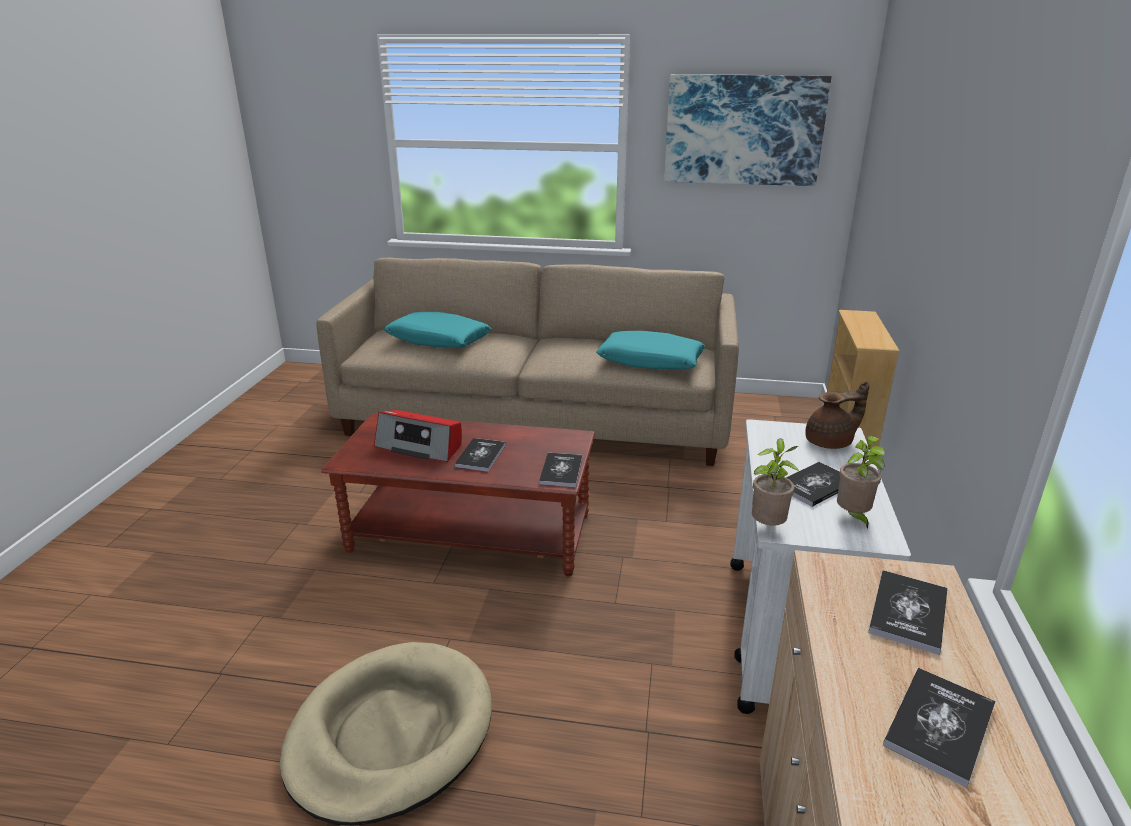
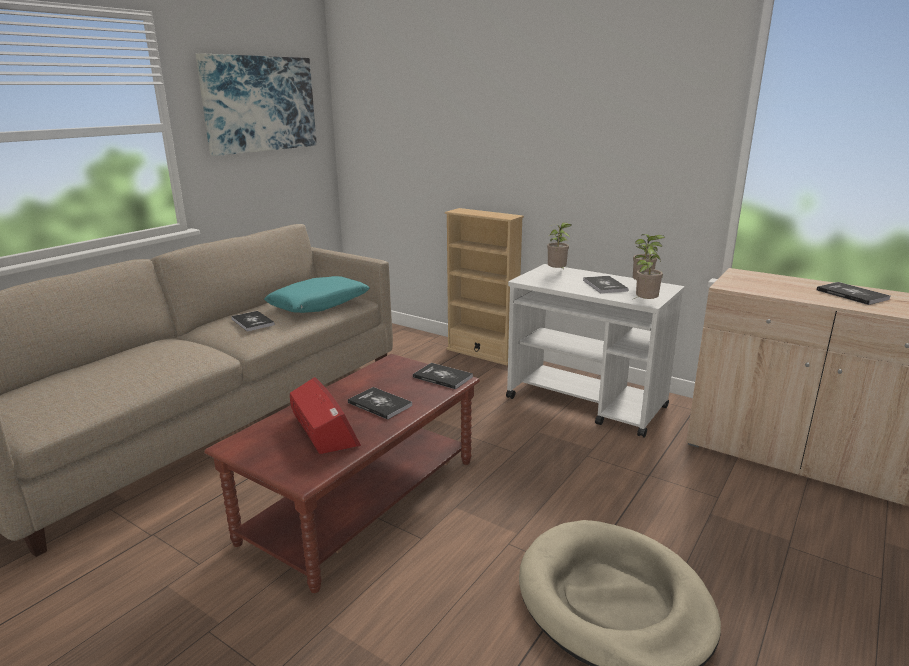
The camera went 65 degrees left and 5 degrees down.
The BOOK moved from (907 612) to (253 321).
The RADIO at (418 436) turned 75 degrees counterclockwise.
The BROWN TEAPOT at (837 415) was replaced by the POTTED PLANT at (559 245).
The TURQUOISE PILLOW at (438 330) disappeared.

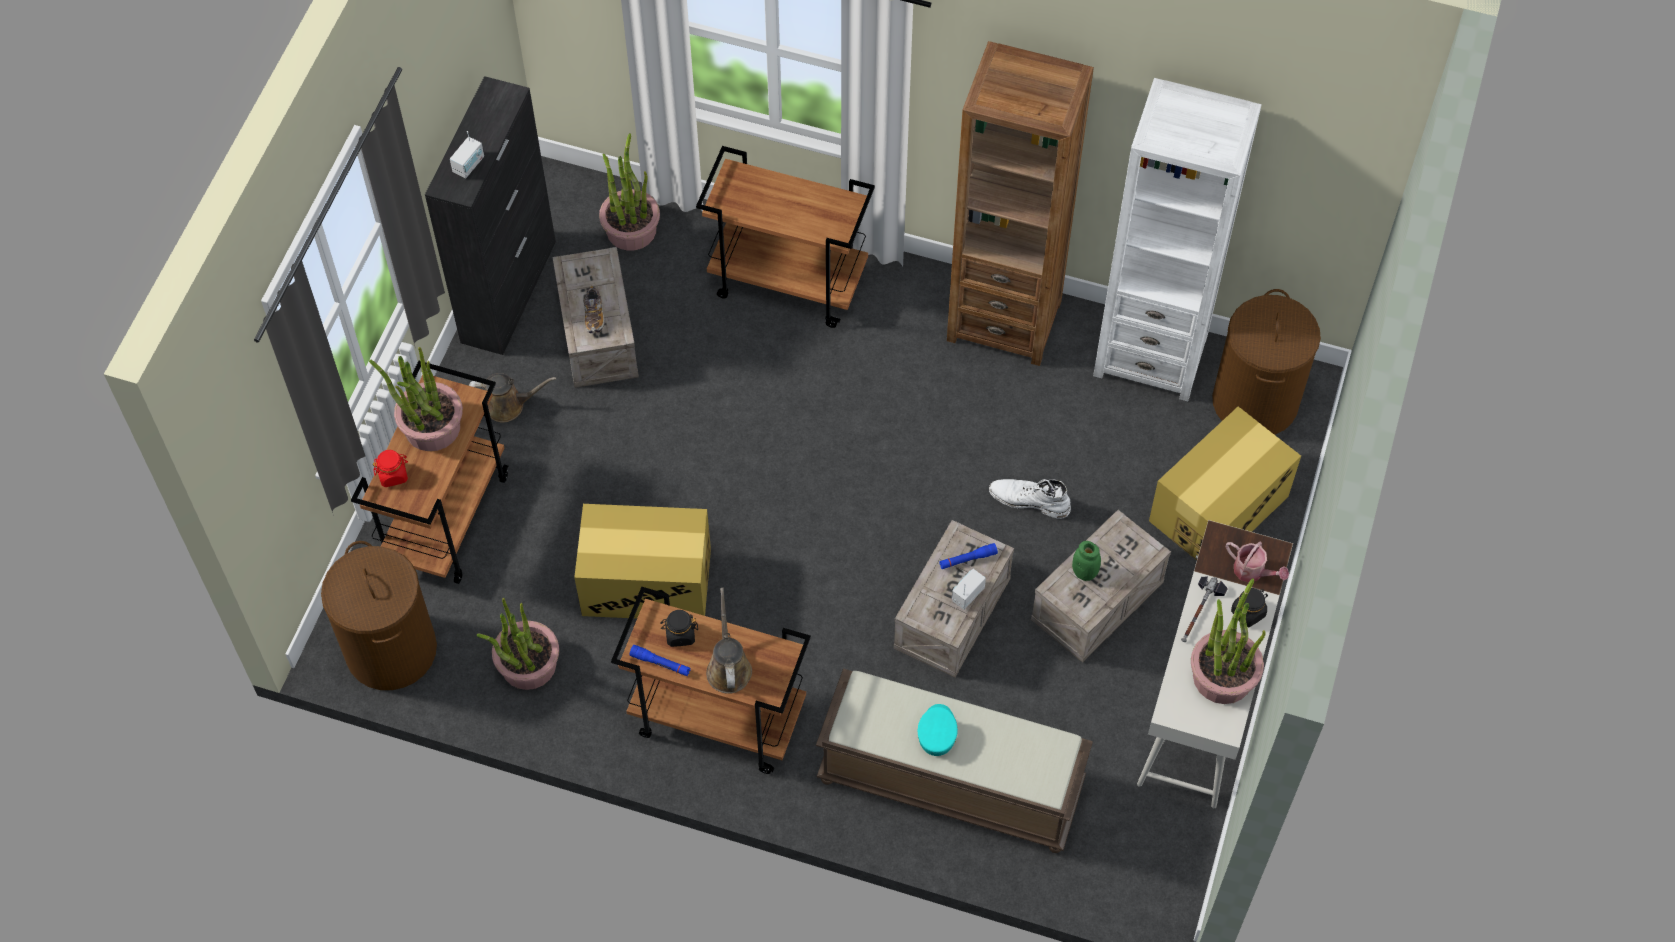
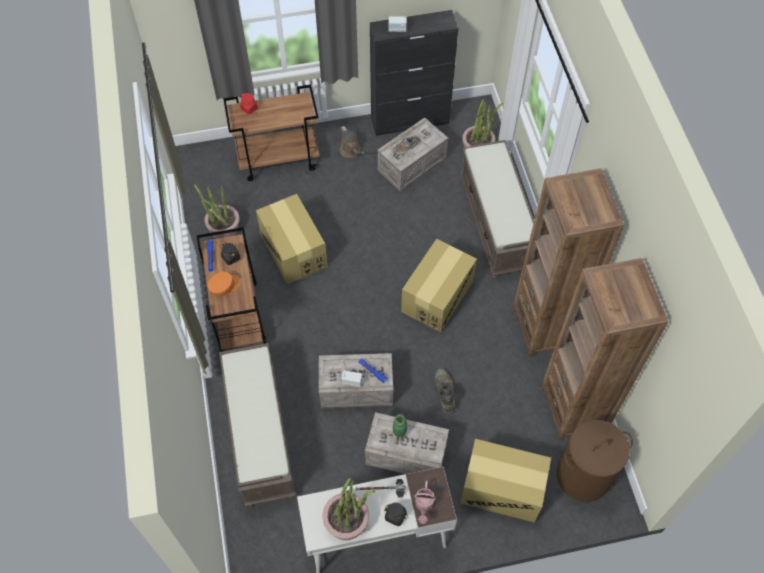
The camera went 60 degrees right and 0 degrees up.
The BROWN WATERING CAN at (729 641) was replaced by the ORANGE CAP at (224 284).
The CARDBOARD BOX at (439 286) appeared.
The WHITE BOOT at (1030 499) became the GREEN BOOT at (445 391).
The BROWN CART at (785 237) was replaced by the BROWN BENCH at (497 209).
The WHITE BOOKCASE at (1177 239) became the BROWN BOOKCASE at (604 349).
The BROWN LAUNDRY BASKET at (379 615) disappeared.
The POTTED PLANT at (416 399) disappeared.
The TURQUOISE CAP at (938 730) disappeared.

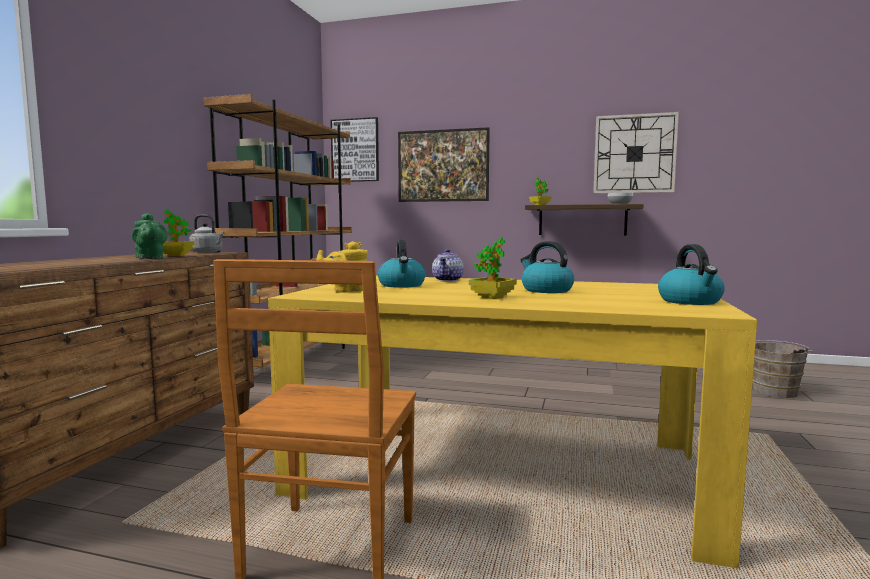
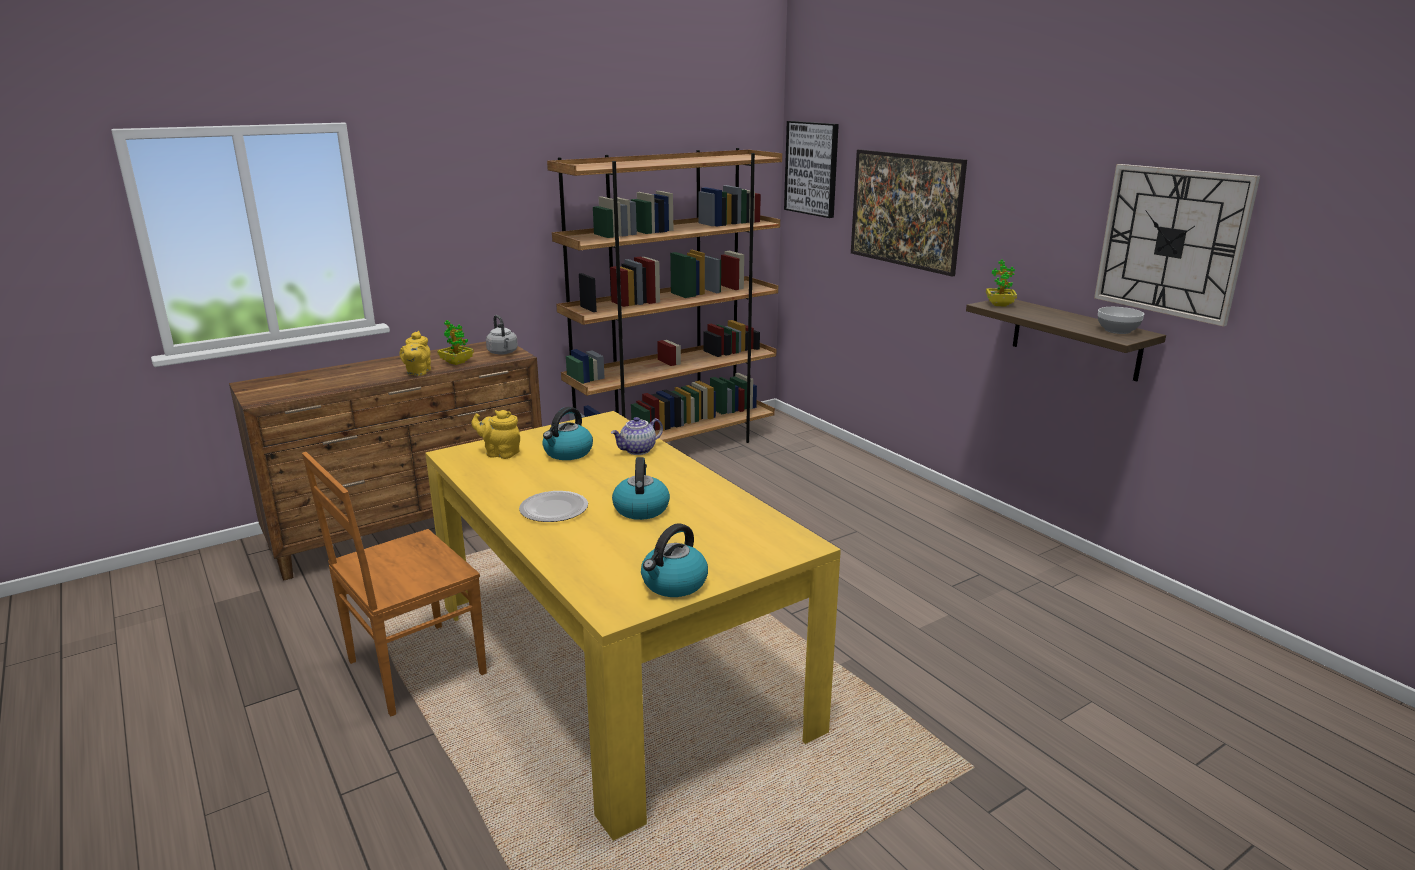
The camera went 40 degrees right and 15 degrees up.
The GREEN TEAPOT at (150 236) became the YELLOW TEAPOT at (415 353).
The POTTED PLANT at (493 268) was replaced by the PLATE at (553 506).
The BROWN BUCKET at (782 369) disappeared.

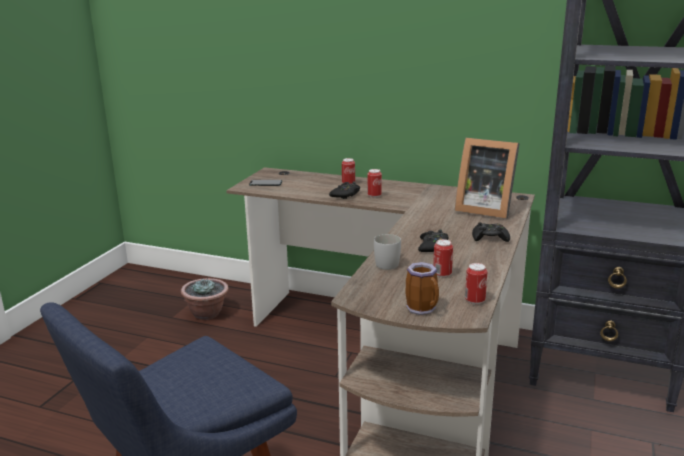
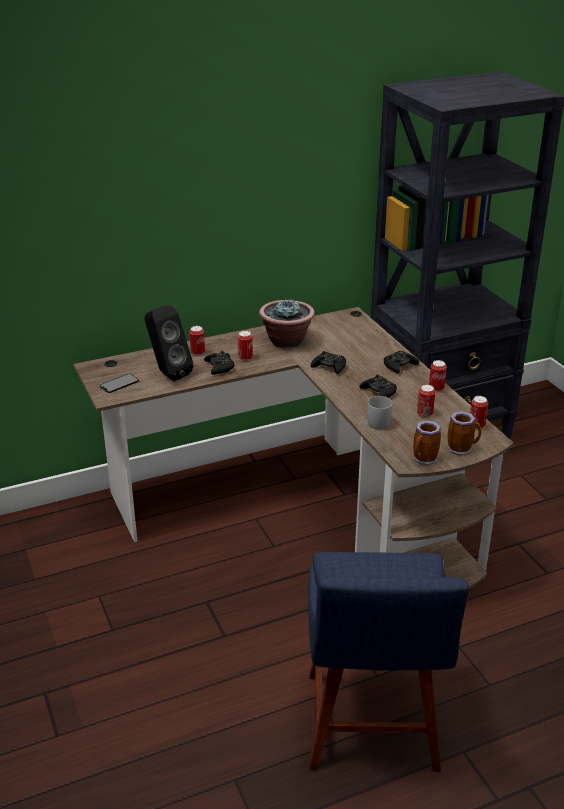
The camera went 45 degrees left and 10 degrees up.
The BLACK SPEAKER at (168 343) appeared.
The POTTED PLANT moved from (205 299) to (287 323).
The BLACK GAME CONTROLLER at (328 362) appeared.
The MUG at (427 442) appeared.
The CAN at (438 376) appeared.
The PICTURE FRAME at (487 178) disappeared.

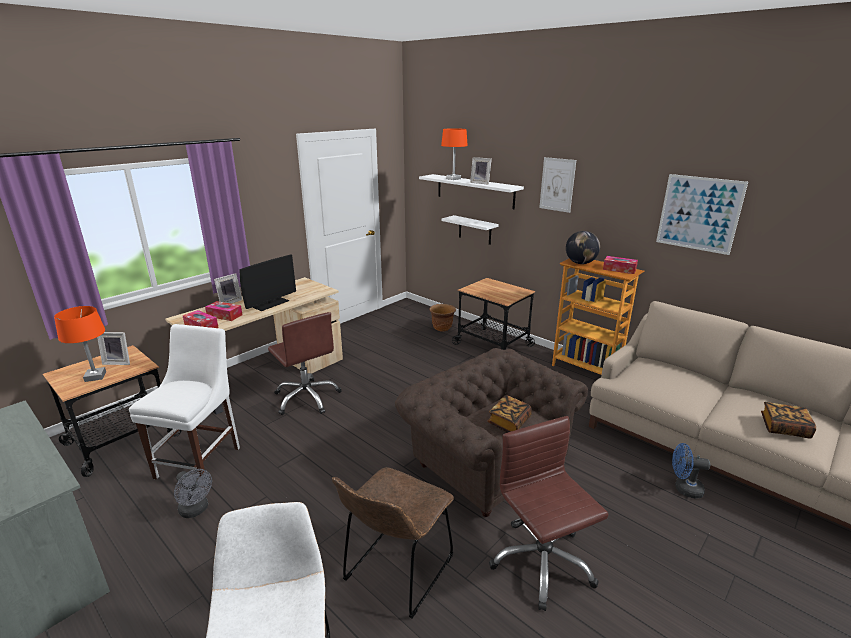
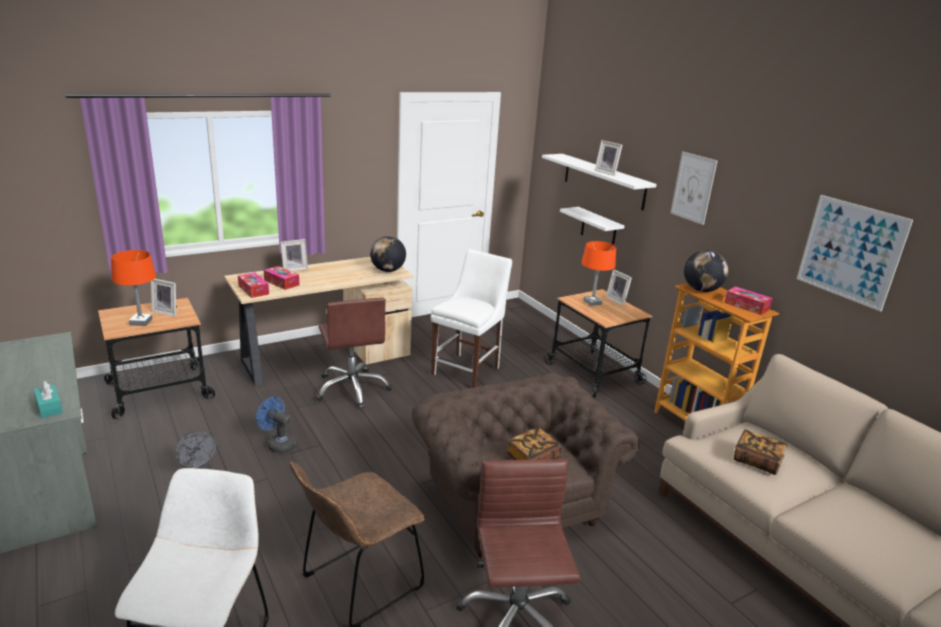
The camera went 15 degrees right and 0 degrees up.
The TURQUOISE TISSUE BOX at (48 399) appeared.
The BLUE FAN moved from (691 470) to (276 425).
The GLOBE at (388 254) appeared.
The WHITE CHAIR moved from (184 401) to (471 318).
The ORANGE TABLE LAMP moved from (454 154) to (599 273).
The PICTURE FRAME at (619 287) appeared.
The BOOK moved from (788 420) to (760 452).
The MONITOR at (267 283) disappeared.
The BROWN PLANTER at (443 318) disappeared.

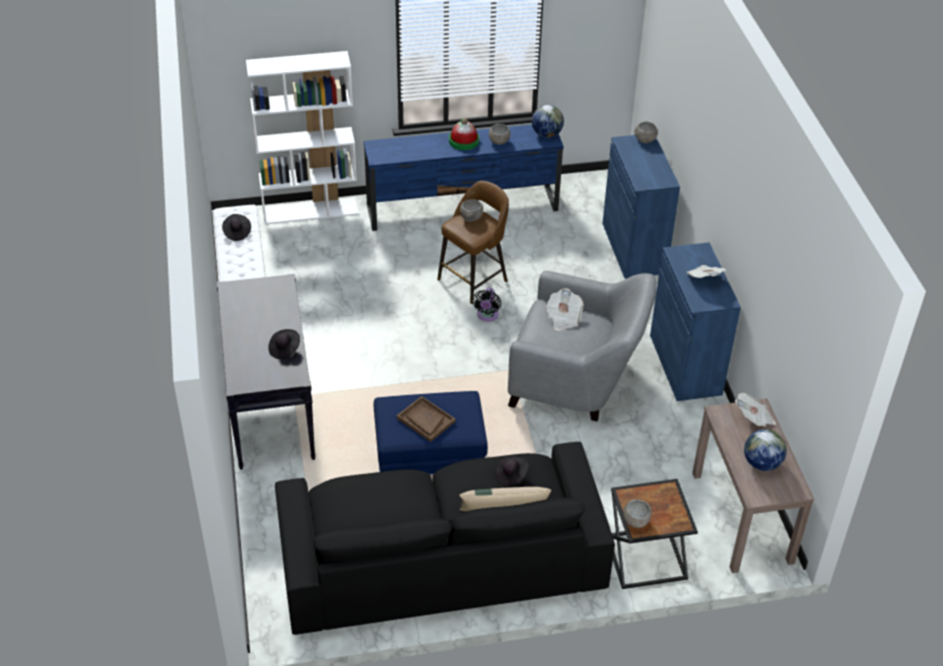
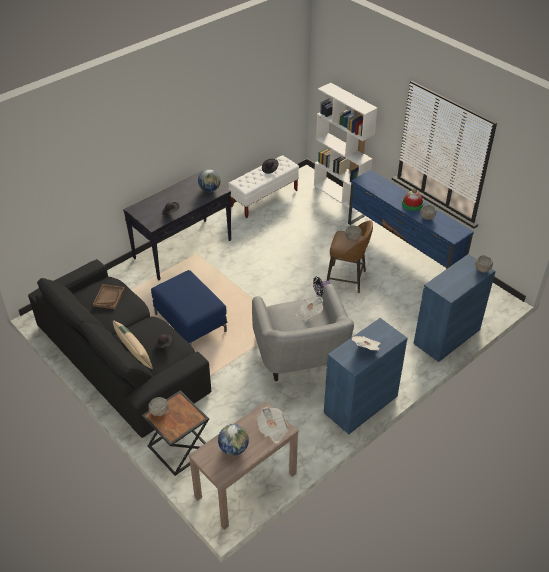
The camera went 60 degrees right and 0 degrees up.
The BROWN TRAY moved from (426 419) to (109 296).
The GLOBE moved from (548 121) to (209 180).

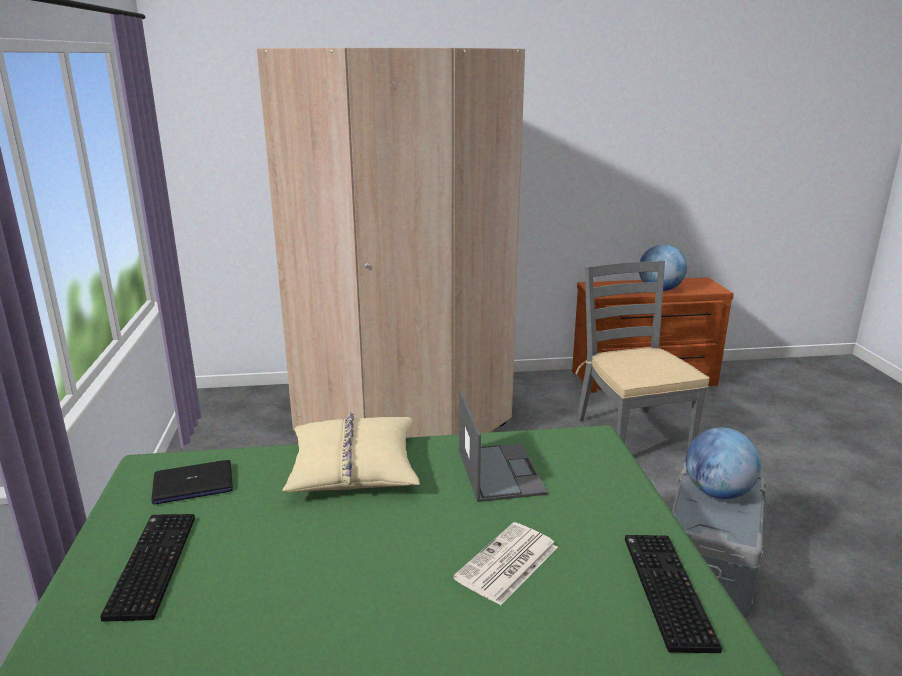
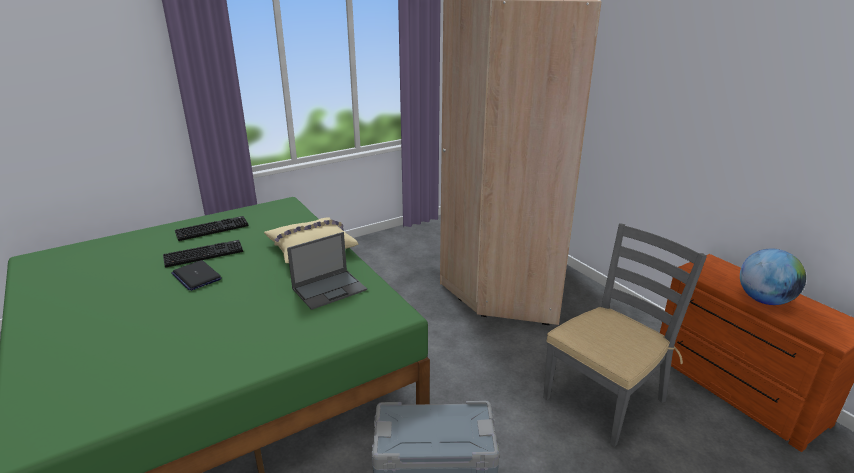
The camera went 65 degrees right and 5 degrees up.
The KEYBOARD moved from (673 594) to (203 254).
The LAPTOP moved from (192 482) to (196 275).
The NEWSPAPER at (505 564) disappeared.
The GLOBE at (723 463) disappeared.

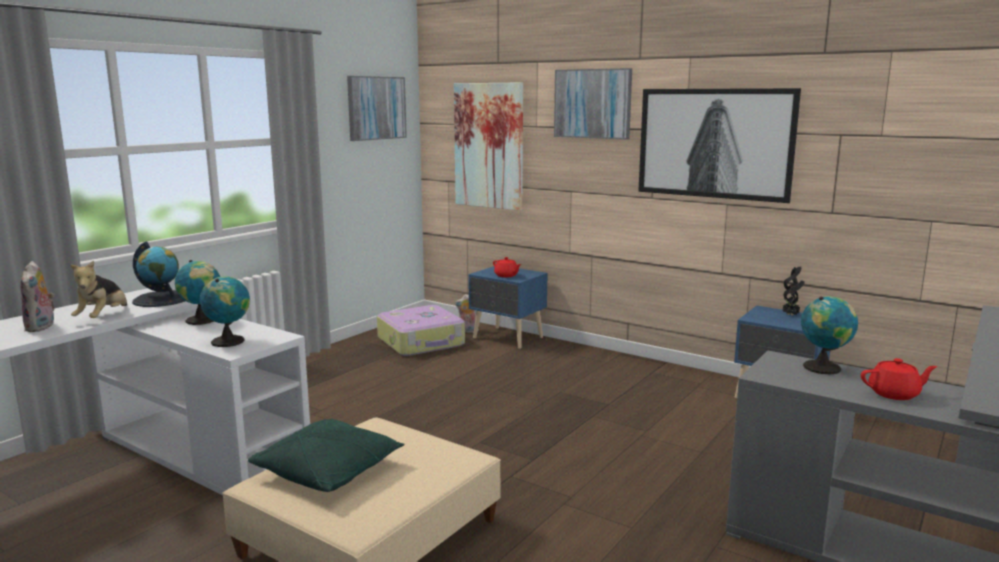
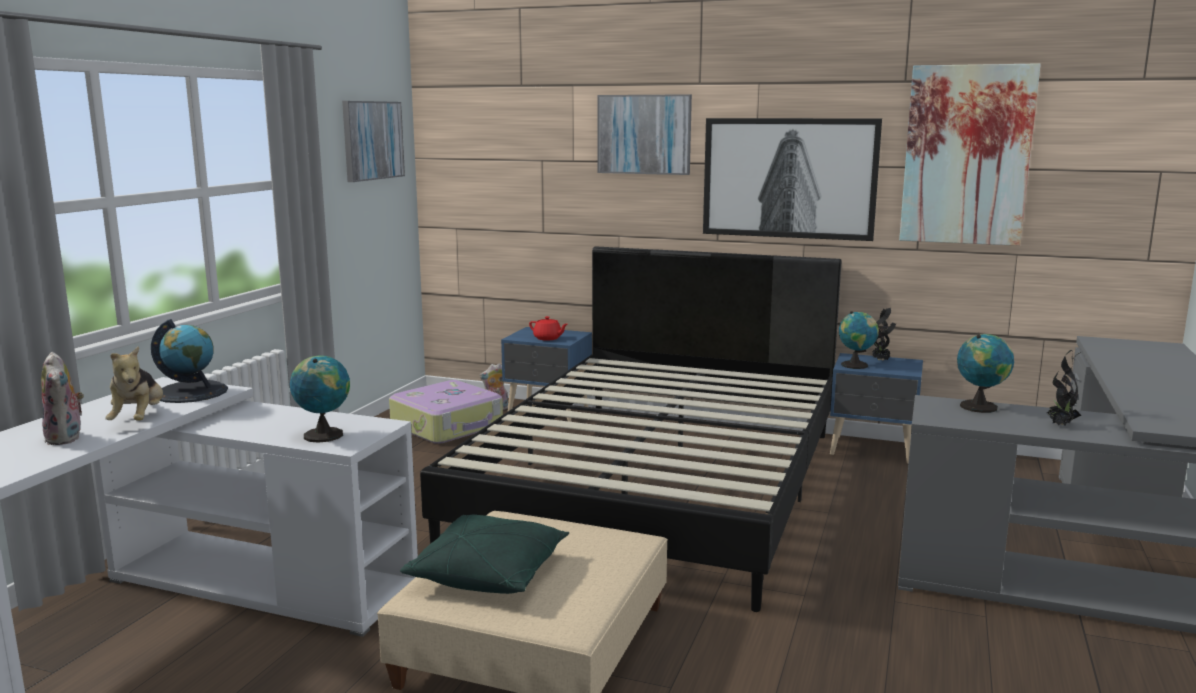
The camera went 15 degrees left and 0 degrees up.
The BLACK BED at (631 429) appeared.
The GLOBE moved from (197 292) to (859 340).
The PICTURE moved from (488 146) to (970 154).
The RED TEAPOT at (899 379) was replaced by the POTTED PLANT at (1064 388).

